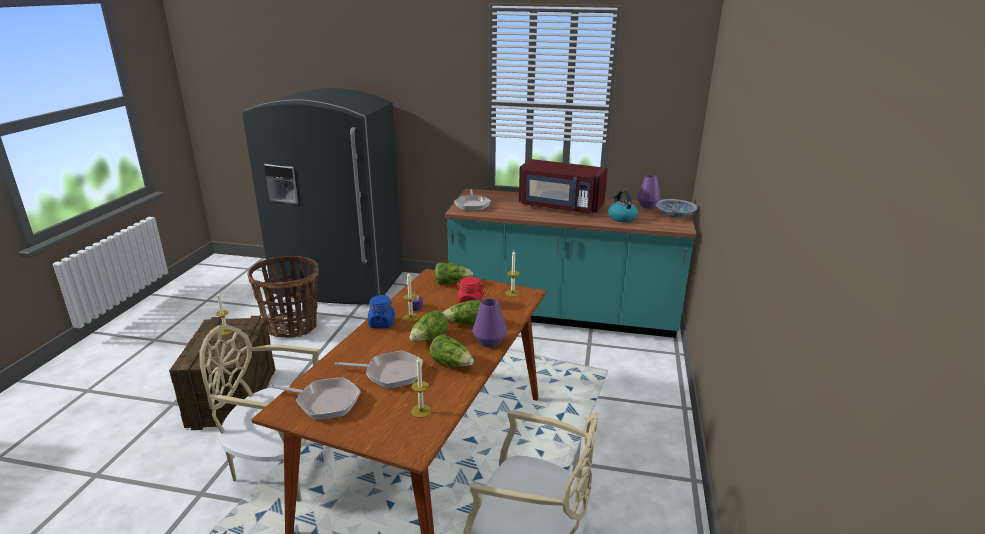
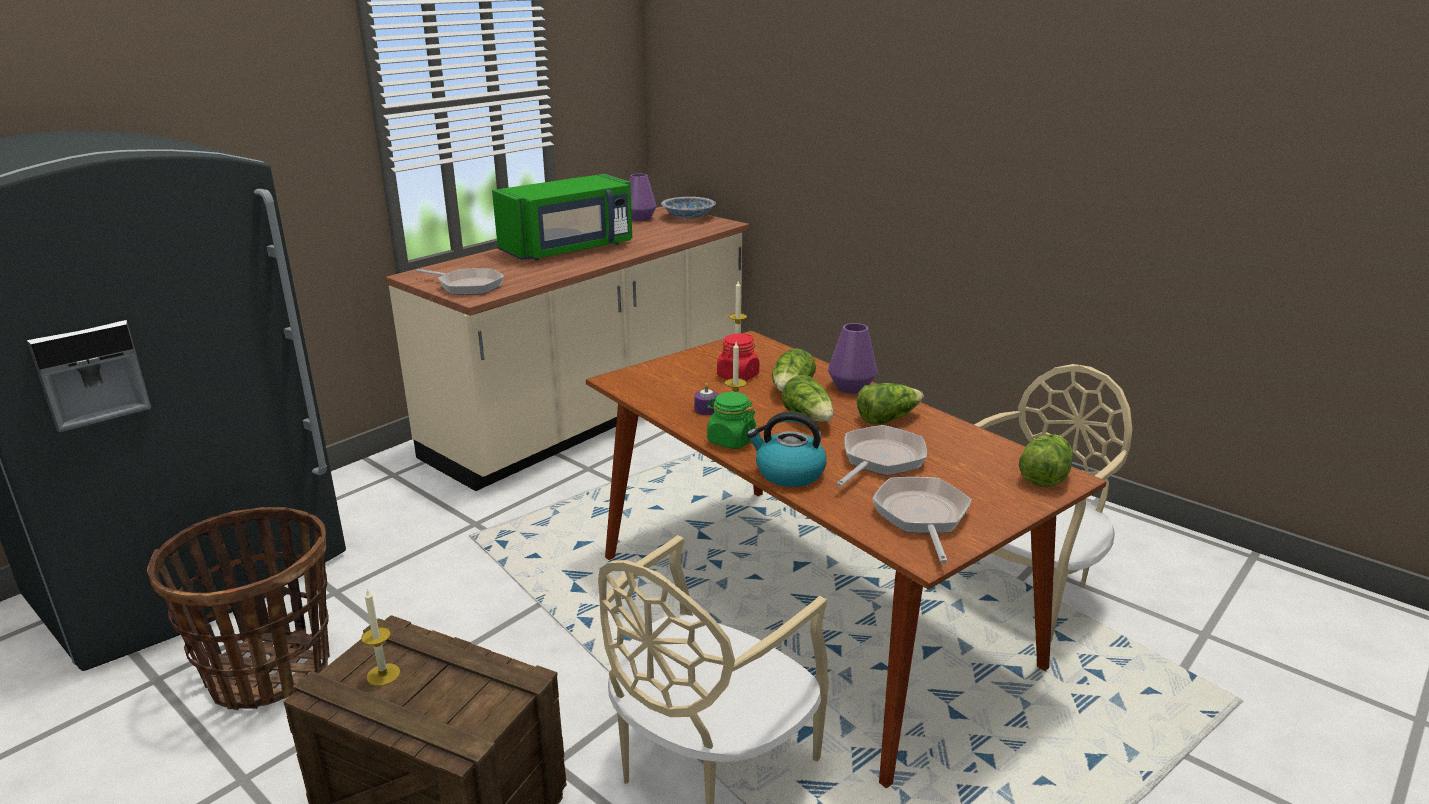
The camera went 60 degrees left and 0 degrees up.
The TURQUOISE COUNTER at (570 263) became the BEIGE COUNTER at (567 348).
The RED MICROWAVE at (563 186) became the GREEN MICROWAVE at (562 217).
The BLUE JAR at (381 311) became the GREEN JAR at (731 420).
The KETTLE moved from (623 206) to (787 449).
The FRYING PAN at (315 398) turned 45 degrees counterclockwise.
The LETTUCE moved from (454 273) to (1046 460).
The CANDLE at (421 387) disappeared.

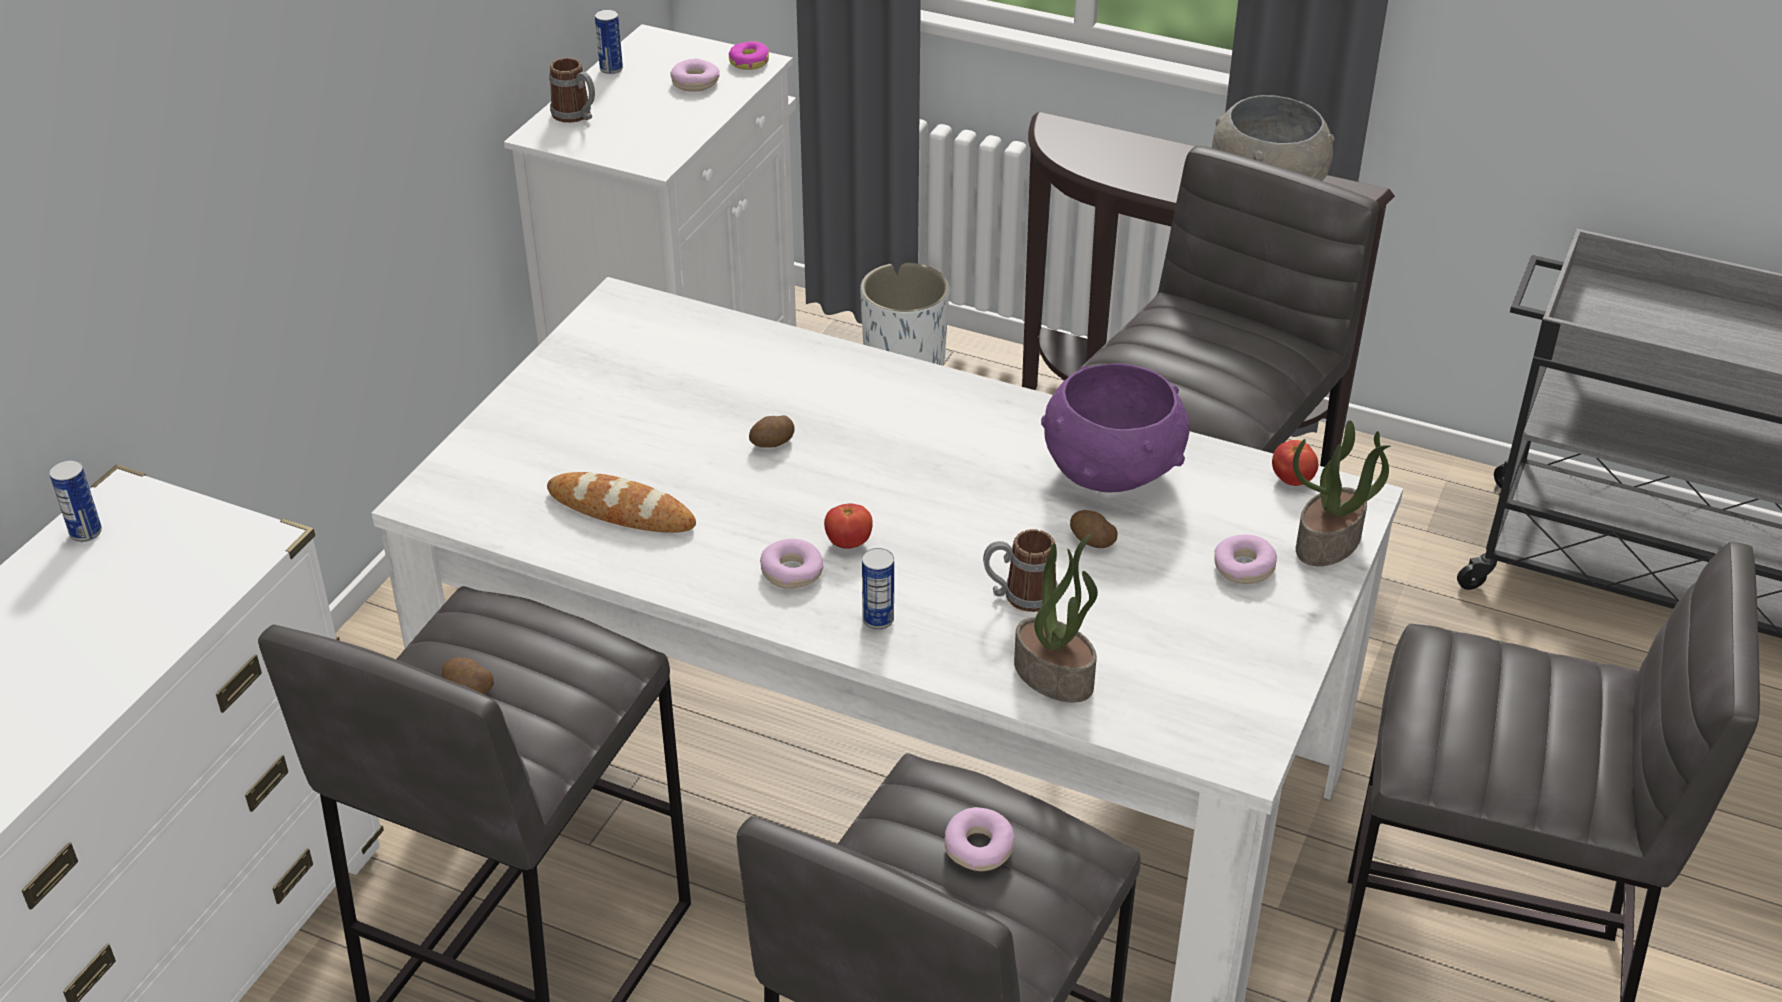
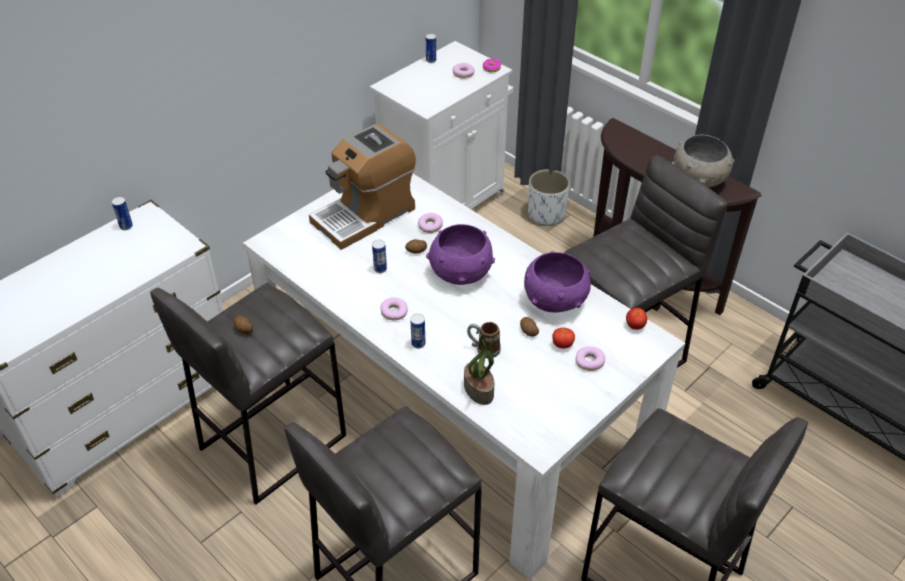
The camera went 20 degrees right and 5 degrees up.
The COFFEE MACHINE at (362 187) appeared.
The CAN at (379 256) appeared.
The DONUT moved from (980 839) to (430 223).
The PURPLE BOWL at (460 254) appeared.
The TOMATO moved from (848 526) to (563 338).
The BREAD at (621 502) disappeared.
The MUG at (572 90) disappeared.
The POTTED PLANT at (1342 493) disappeared.

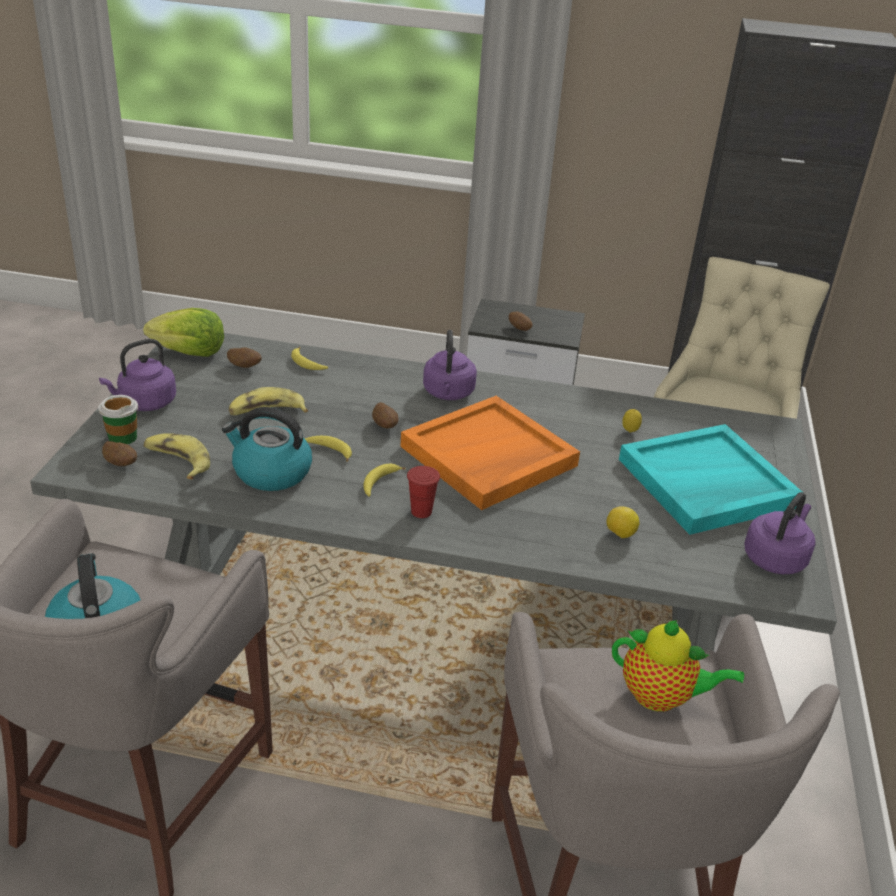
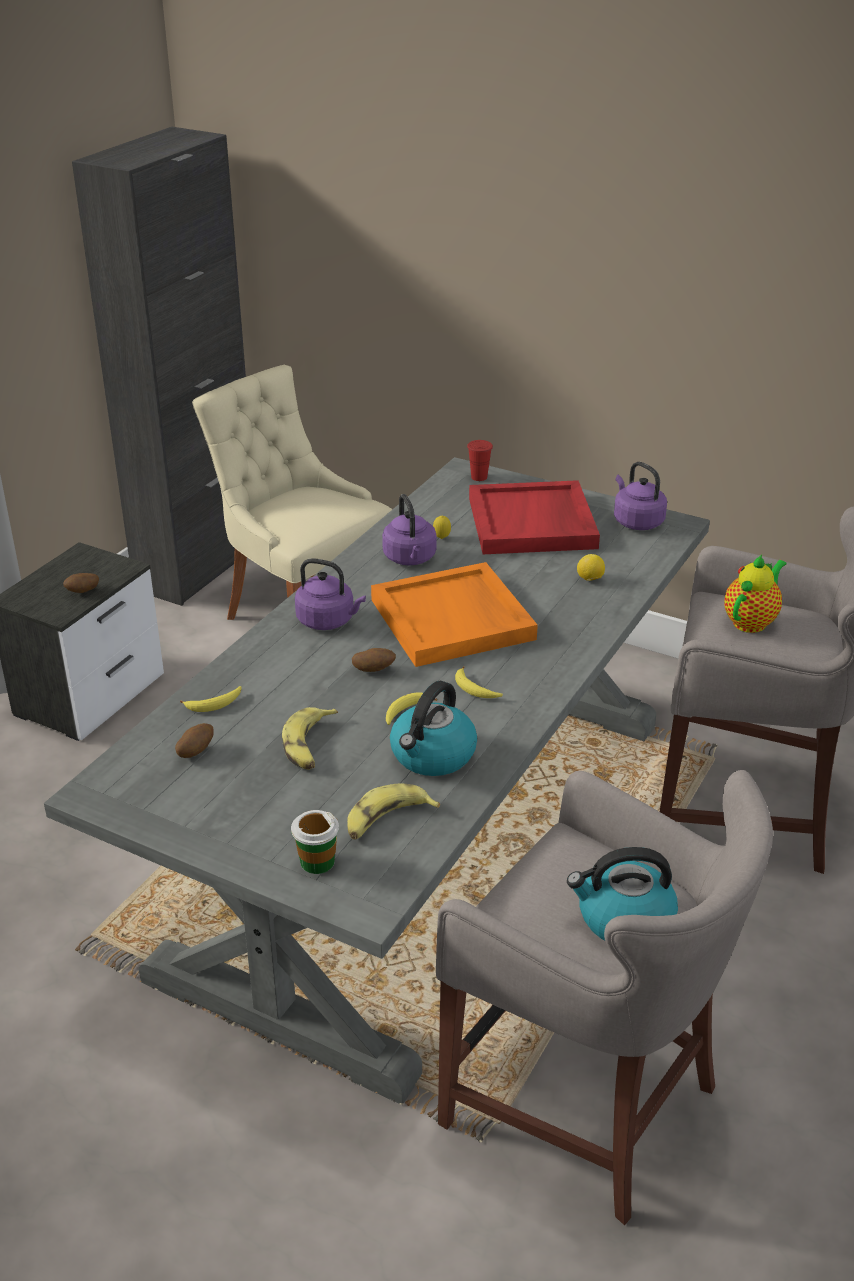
The camera went 70 degrees left and 0 degrees up.
The PURPLE KETTLE moved from (137 375) to (409 529).
The RED CUP moved from (423 492) to (480 460).
The TURQUOISE TRAY at (710 479) became the RED TRAY at (534 517).
The POTATO at (119 453) disappeared.
The LETTUCE at (183 332) disappeared.

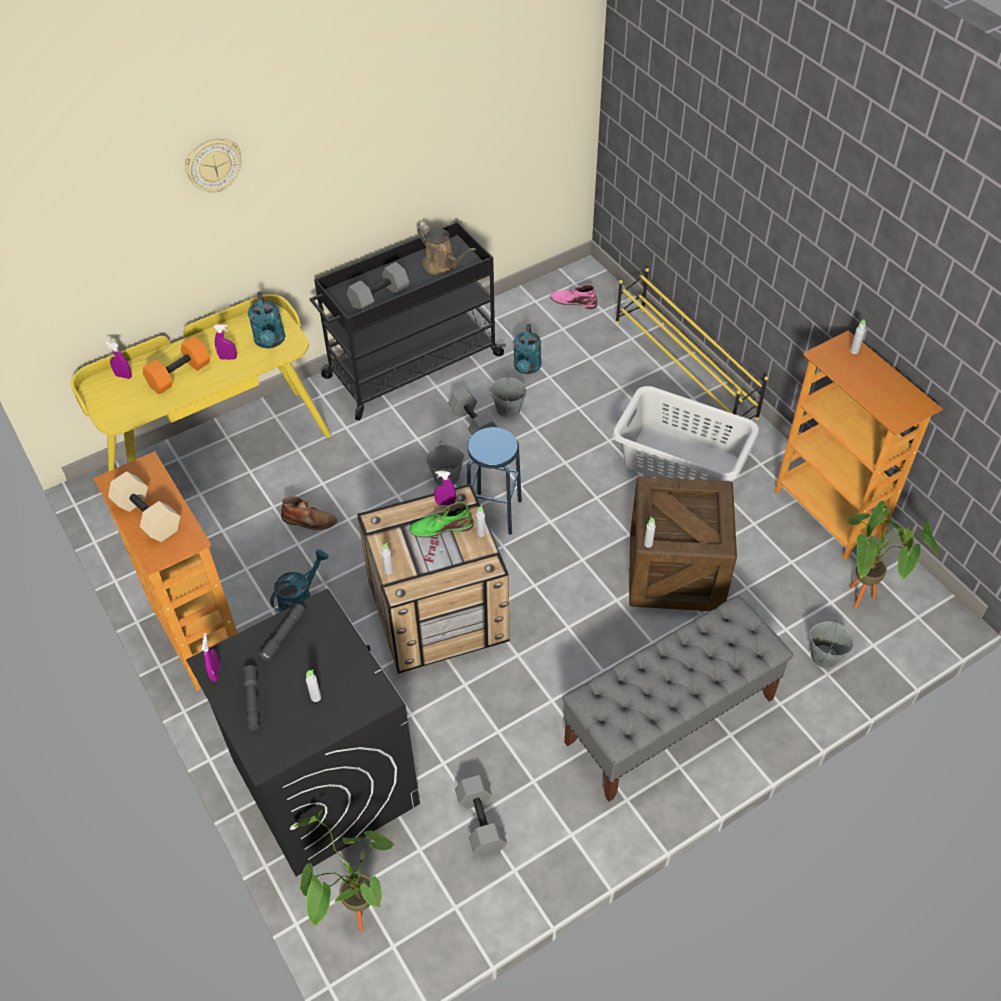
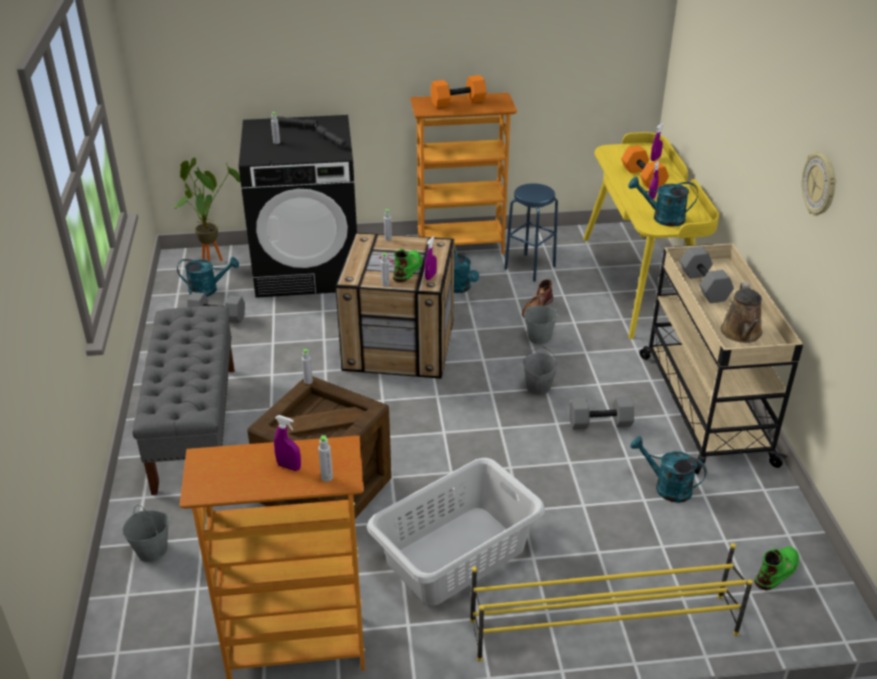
The camera went 115 degrees right and 15 degrees down.
The TURQUOISE WATERING CAN at (208 277) appeared.
The PURPLE SPRAY BOTTLE moved from (211 657) to (287 443).
The BEIGE DUMBBELL at (144 506) became the ORANGE DUMBBELL at (458 91).
The BLUE STOOL moved from (494 481) to (531 232).
The GREY BUCKET moved from (508 396) to (541 320).
The BLACK CART at (407 320) became the BEIGE CART at (721 358).
The BROWN WATERING CAN at (446 249) turned 60 degrees counterclockwise.
The PINK BOOT at (574 297) became the GREEN BOOT at (777 568).
The WALL CLOCK moved from (213 165) to (819 184).
The POTTED PLANT at (893 554) disappeared.

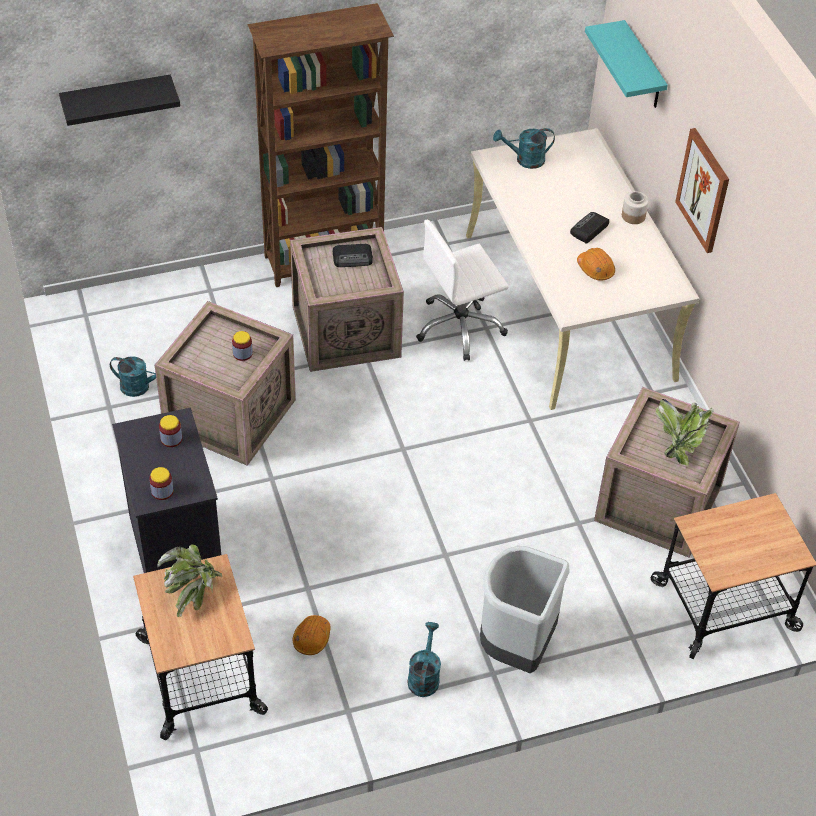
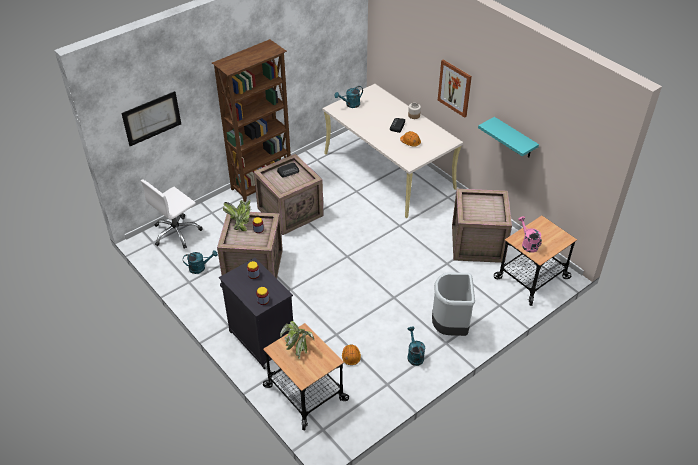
The camera went 20 degrees left and 5 degrees down.
The BLACK SHELF at (119 100) was replaced by the PICTURE at (151 118).
The WHITE OFFICE CHAIR moved from (462 290) to (171 214).
The POTTED PLANT moved from (684 432) to (237 215).
The TURQUOISE SHELF moved from (626 64) to (508 137).
The PINK WATERING CAN at (530 234) appeared.

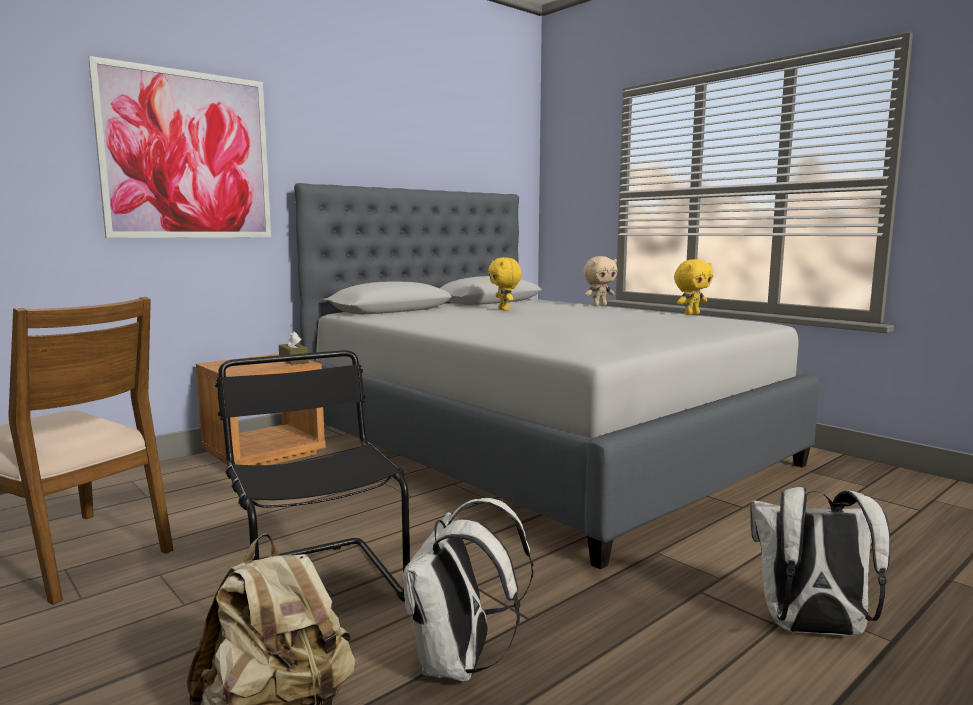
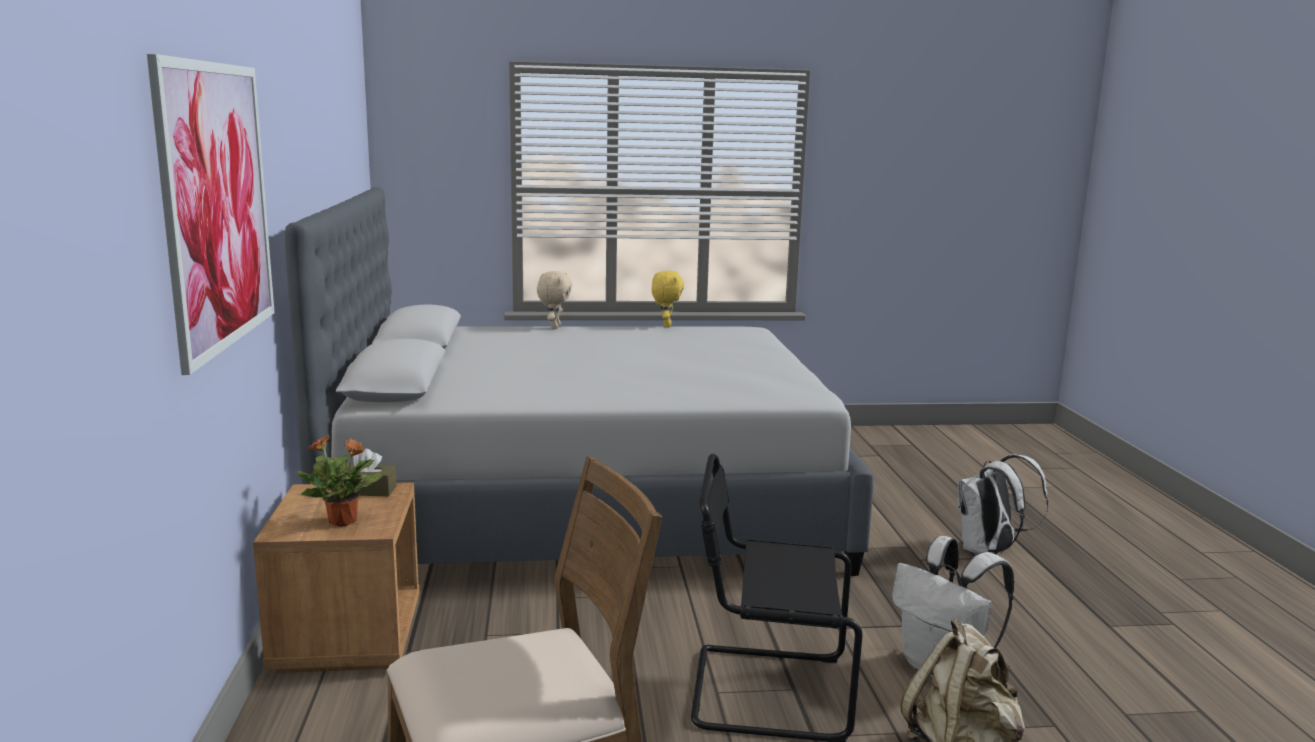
The camera went 55 degrees left and 5 degrees up.
The POTTED PLANT at (339 480) appeared.
The YELLOW PLUSH TOY at (505 284) disappeared.

